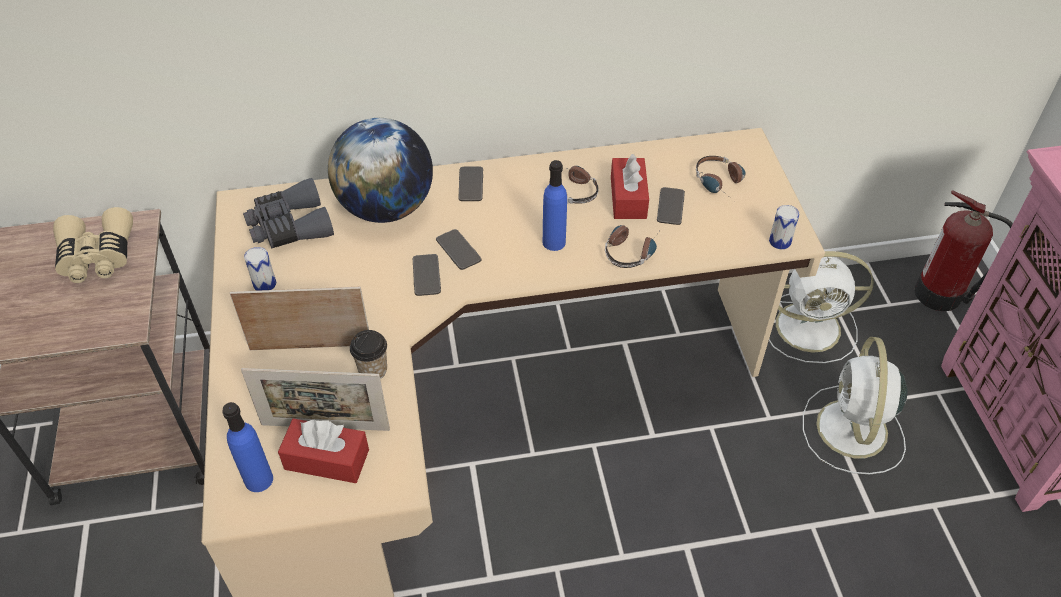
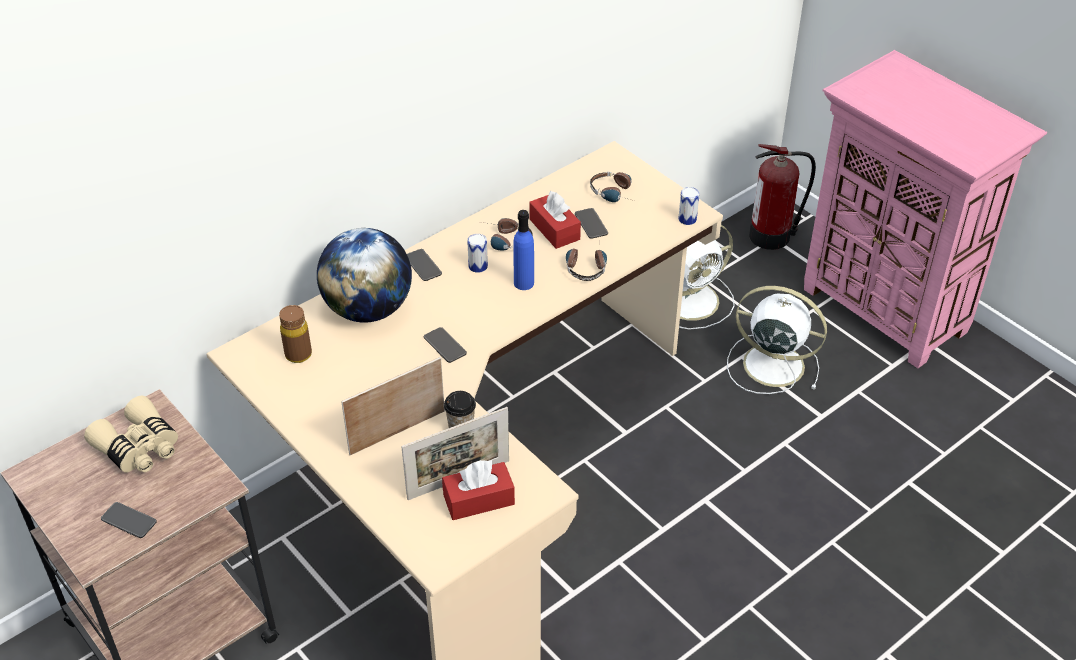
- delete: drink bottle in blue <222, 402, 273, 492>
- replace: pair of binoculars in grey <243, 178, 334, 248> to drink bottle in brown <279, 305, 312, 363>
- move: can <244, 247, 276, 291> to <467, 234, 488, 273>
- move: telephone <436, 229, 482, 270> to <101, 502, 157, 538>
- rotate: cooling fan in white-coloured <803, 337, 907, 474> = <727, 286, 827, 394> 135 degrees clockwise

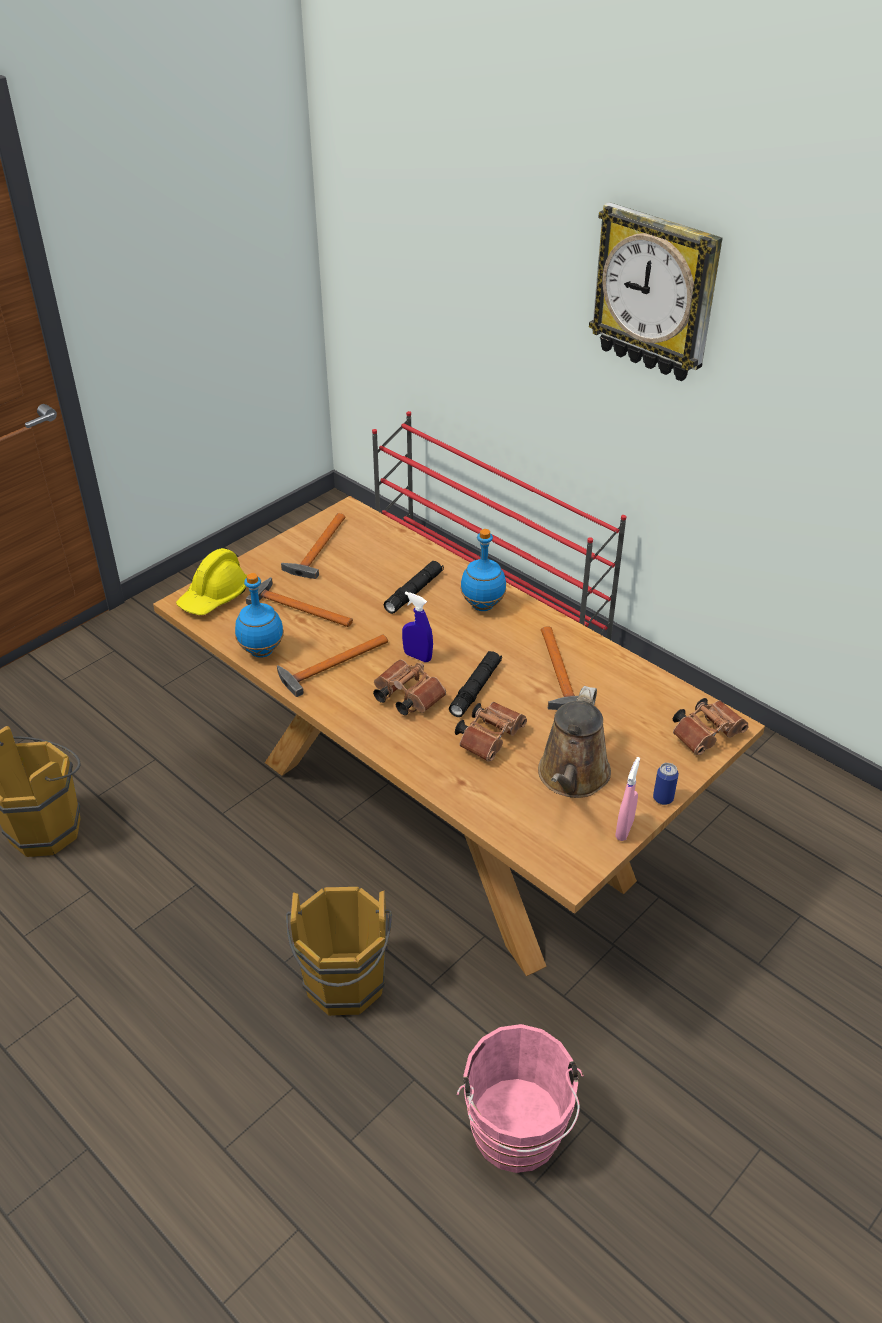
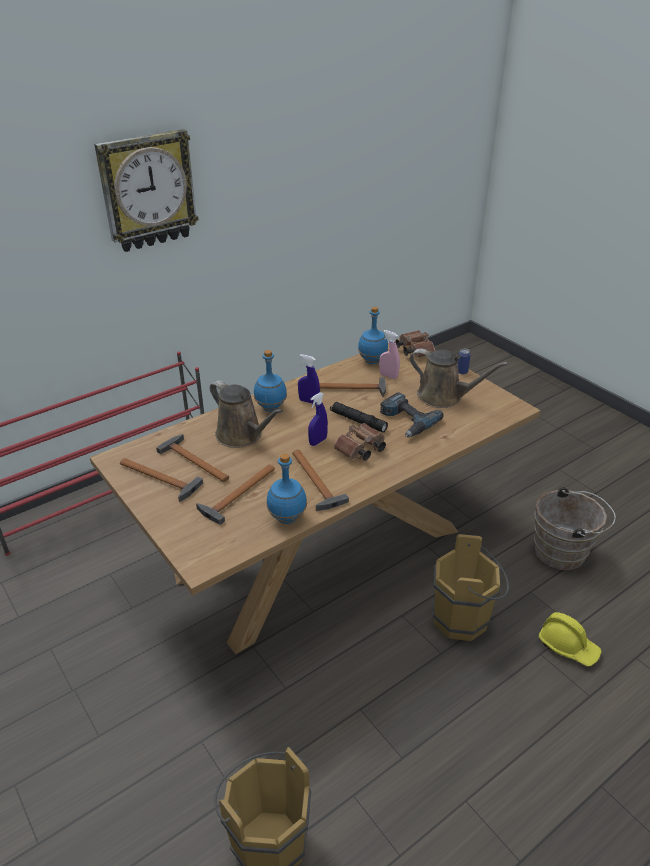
- move: hard hat in yellowish <176, 548, 247, 615> to <539, 612, 602, 666>
- replace: torch in blackish <384, 561, 444, 614> to watering can in brown <210, 380, 283, 448>
- replace: pair of binoculars in brown <455, 702, 527, 762> to drill <380, 392, 444, 437>
- recolor: water bucket in pink-coloured <457, 1024, 584, 1173> to water bucket in brown <534, 487, 616, 570>
- move: spray bottle in pink-coloured <615, 757, 640, 841> to <379, 330, 400, 379>
- insert: hammer <156, 434, 229, 482>
- insert: spray bottle in blue <298, 354, 320, 404>
- insert: drink bottle in blue <358, 307, 388, 364>

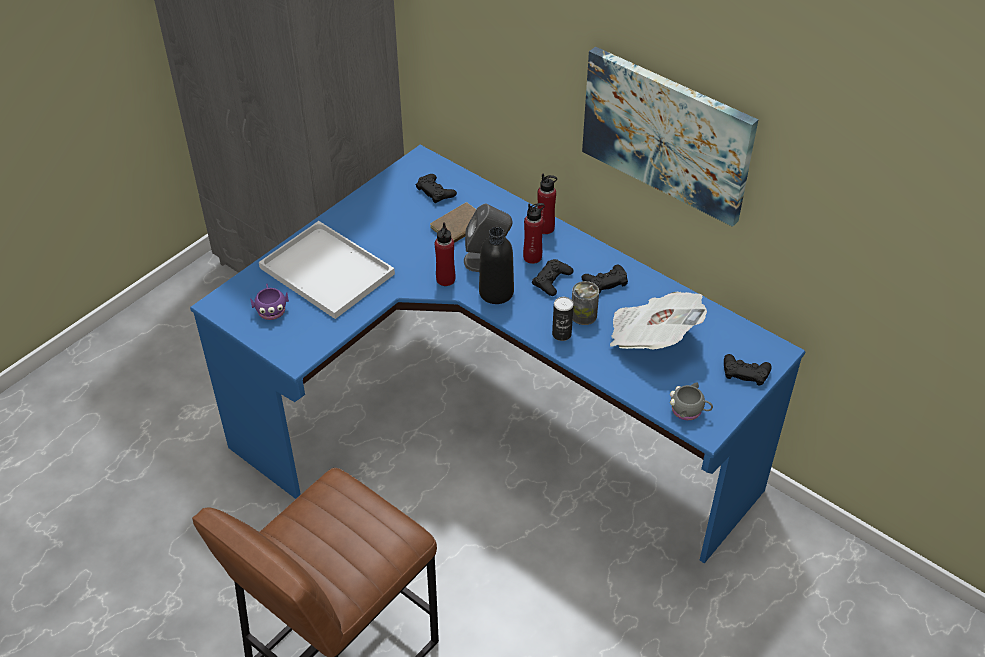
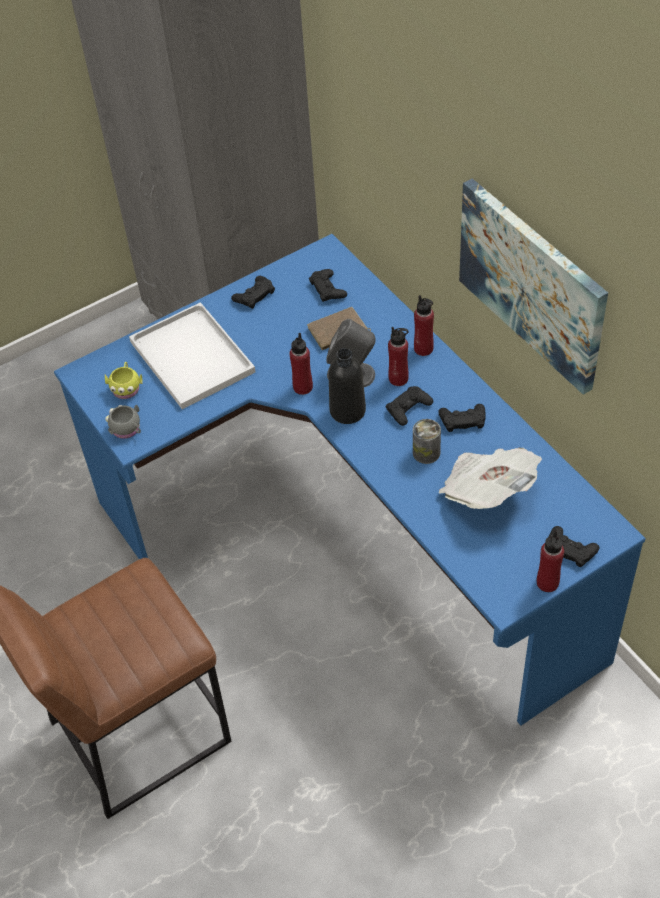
- recolor: mug in purple <250, 284, 289, 320> to mug in yellowish <105, 362, 143, 399>
- delete: can <552, 297, 574, 341>
- move: mug in grey <670, 382, 713, 420> to <105, 405, 141, 439>
- insert: gamepad in blackish <231, 276, 275, 309>
- insert: drink bottle in red <537, 530, 564, 592>

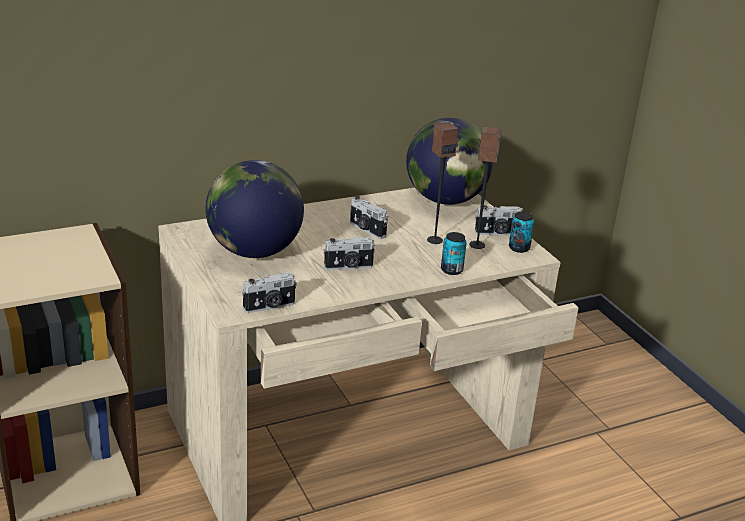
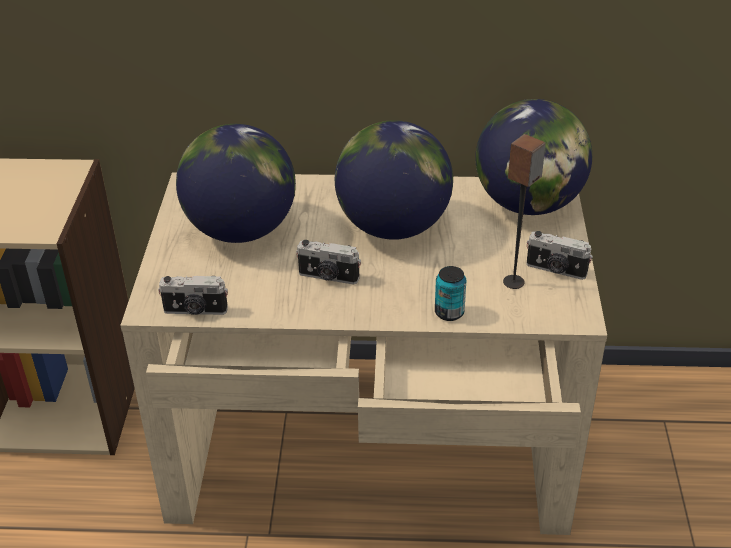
- replace: still camera <350, 196, 388, 239> to desk globe <335, 120, 453, 240>
- delete: speaker <427, 122, 458, 244>
- delete: can <509, 212, 534, 253>

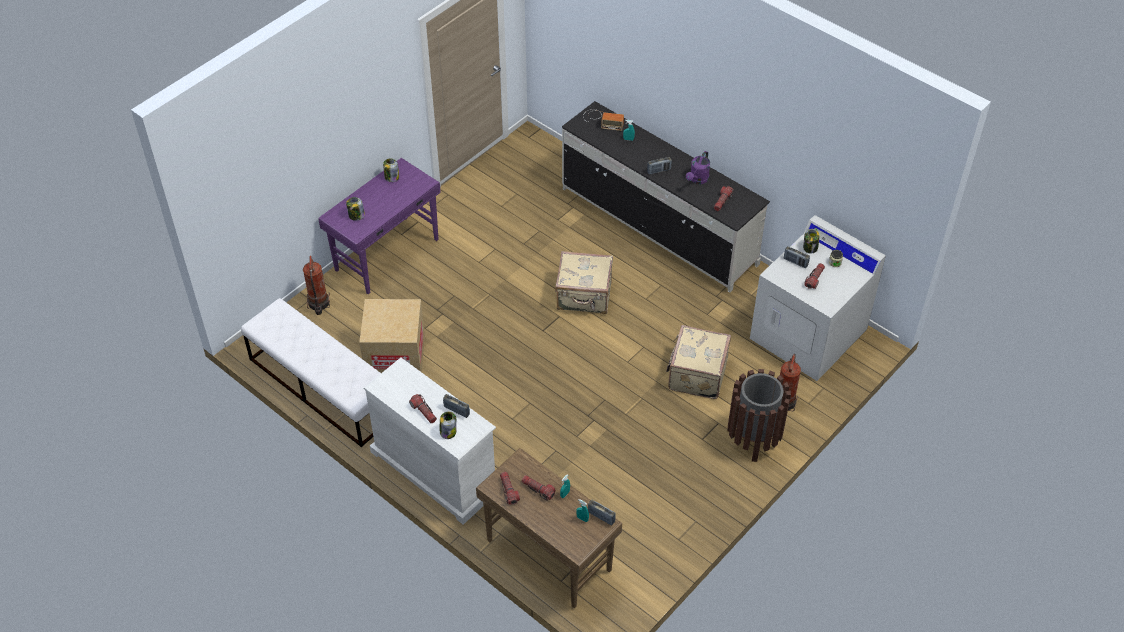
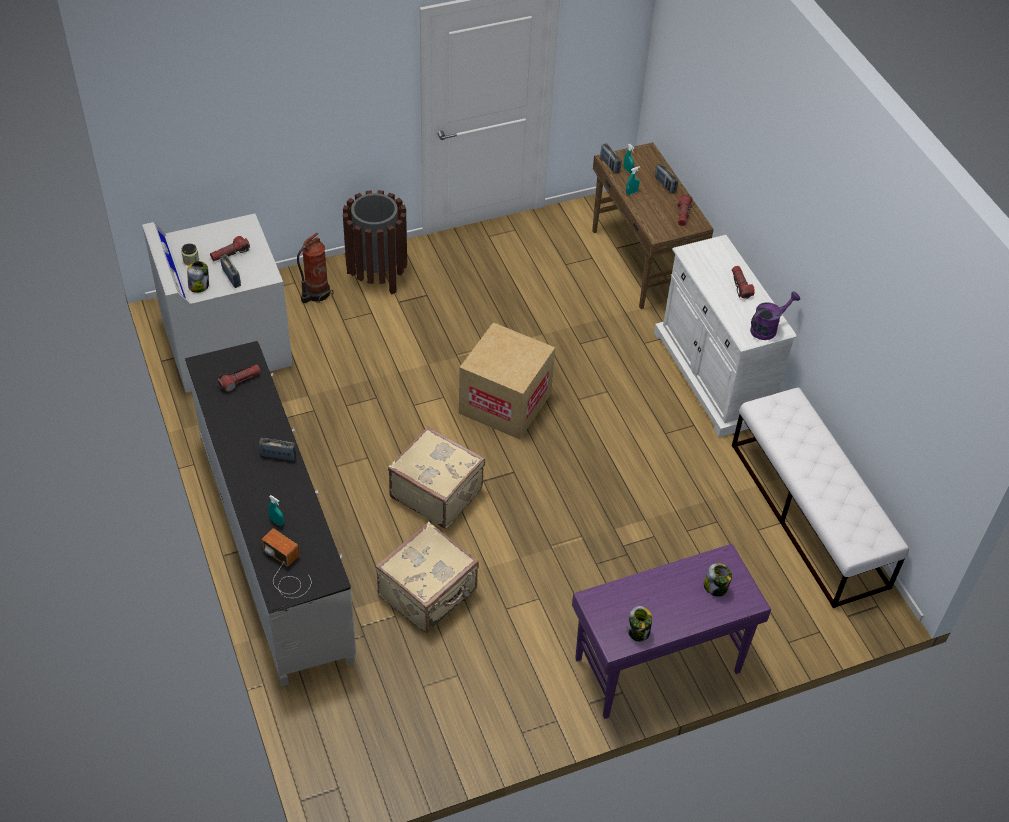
- delete: extinguisher <303, 256, 330, 315>
- move: packing box <359, 299, 425, 373> to <459, 322, 555, 440>
- delete: jar <440, 412, 457, 439>
- move: radio <443, 394, 470, 418> to <655, 163, 678, 194>
- delete: torch <522, 475, 556, 500>
- move: piece of luggage in sand-coloured <666, 325, 731, 399> to <375, 522, 479, 633>
- move: watering can in purple <686, 151, 710, 184> to <750, 291, 800, 340>

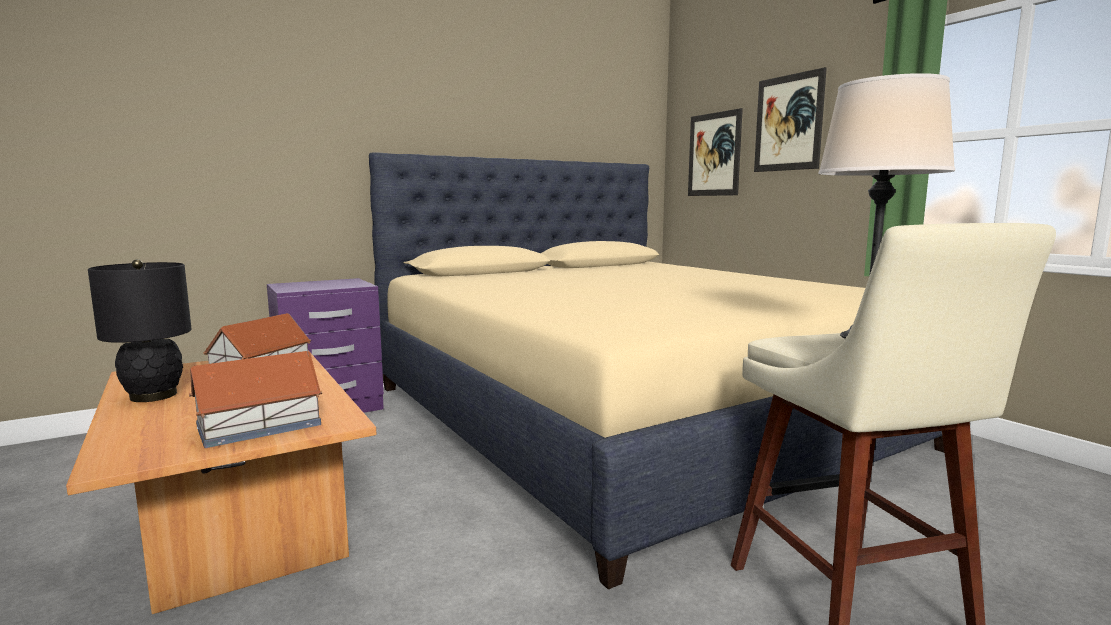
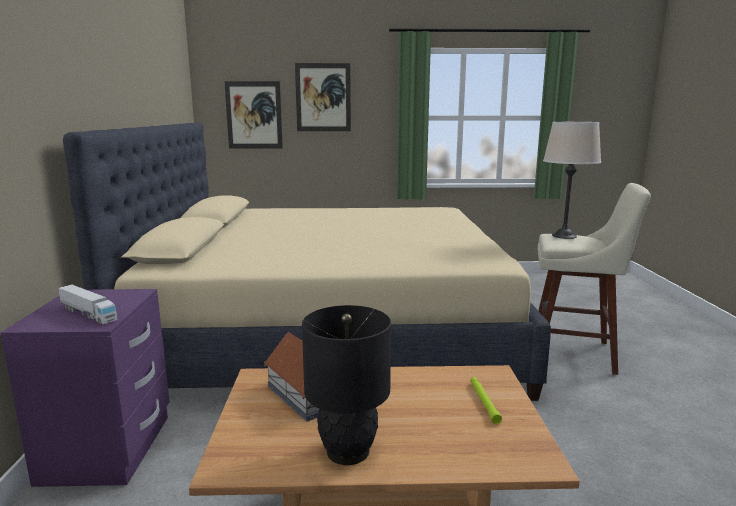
- replace: miniature house <189, 351, 322, 448> to torch in greenish <471, 377, 502, 424>
- insert: toy lorry <58, 285, 118, 324>

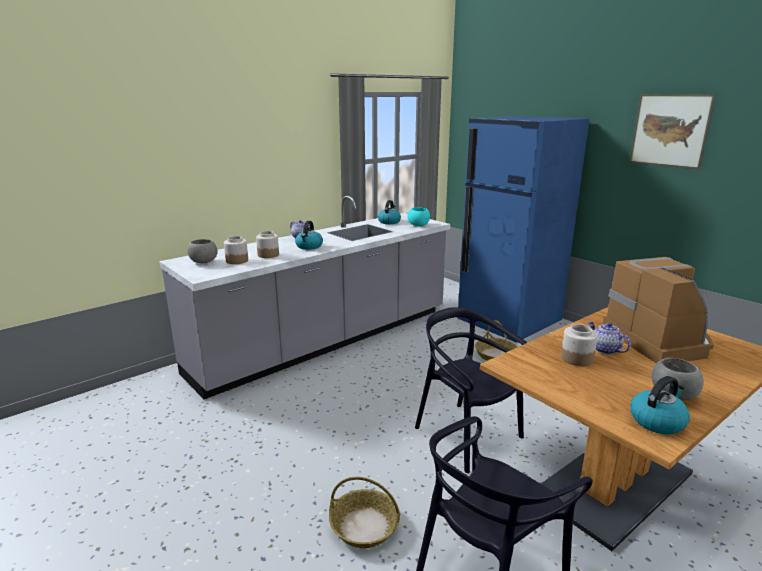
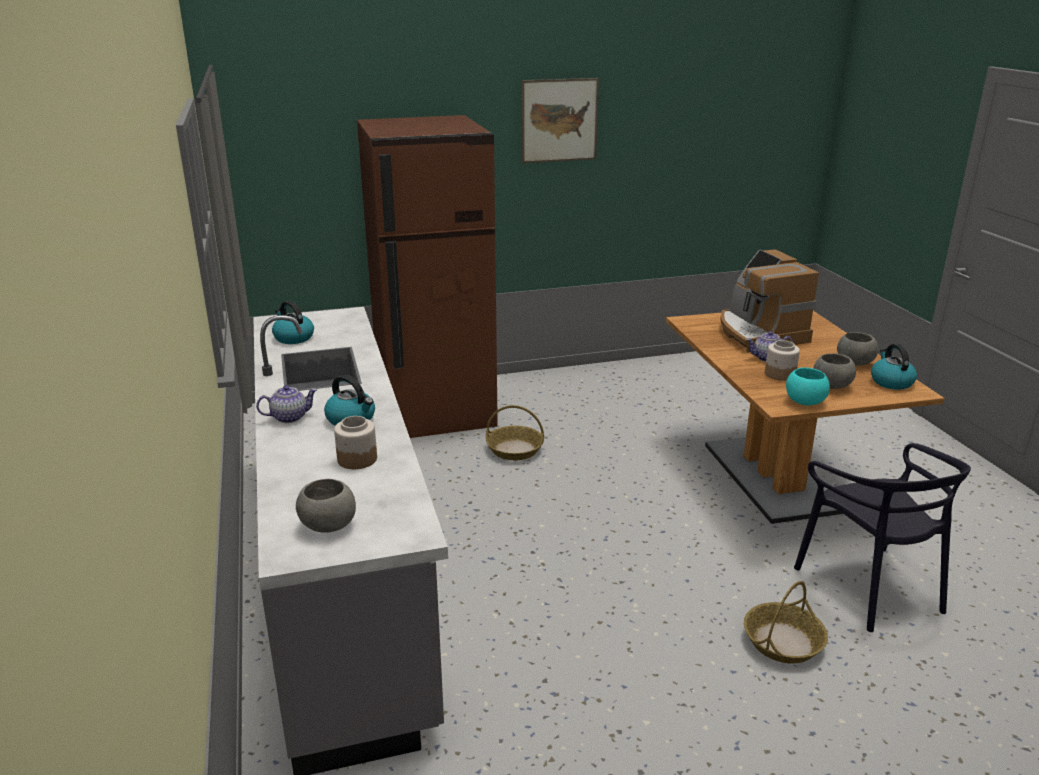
- delete: jar <224, 236, 248, 264>
- move: deep dish in turquoise-coloured <407, 208, 430, 226> to <786, 368, 830, 405>
- delete: chair in blackish <415, 307, 528, 473>
- recolor: refrigerator in blue <458, 116, 589, 343> to refrigerator in brown <357, 115, 498, 438>
- rotate: coffee brewer <602, 257, 714, 363> = <720, 249, 819, 352> 120 degrees counterclockwise
- insert: deep dish in grey <813, 353, 856, 389>

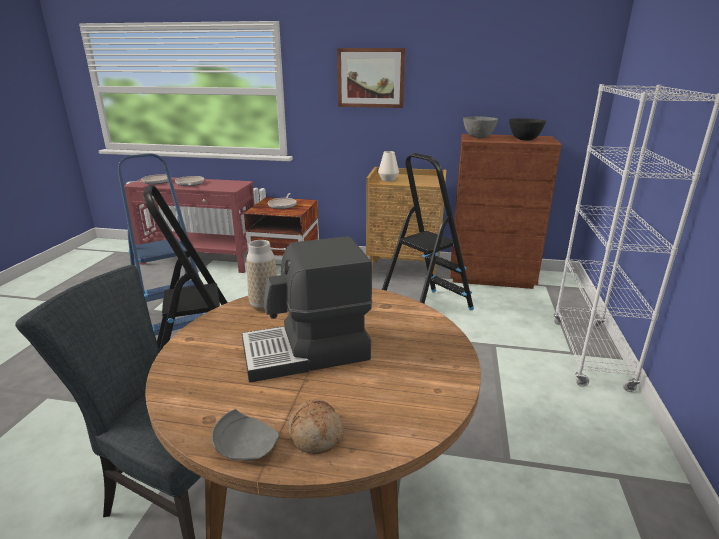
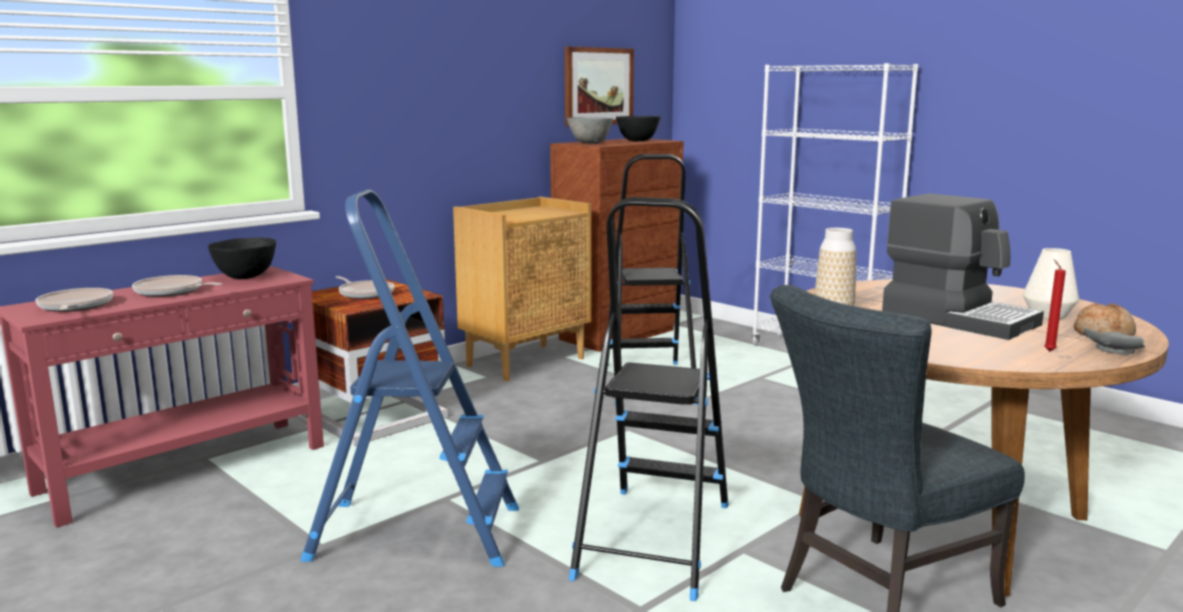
- rotate: coffee brewer <242, 236, 372, 383> = <882, 193, 1044, 340> 60 degrees counterclockwise
- move: wall picture <337, 48, 405, 108> to <565, 46, 634, 126>
- move: flower vase in white-coloured <378, 151, 399, 181> to <1023, 248, 1079, 319>
- insert: deep dish in blackish <208, 237, 276, 279>
- insert: wax light in red <1044, 259, 1066, 351>

